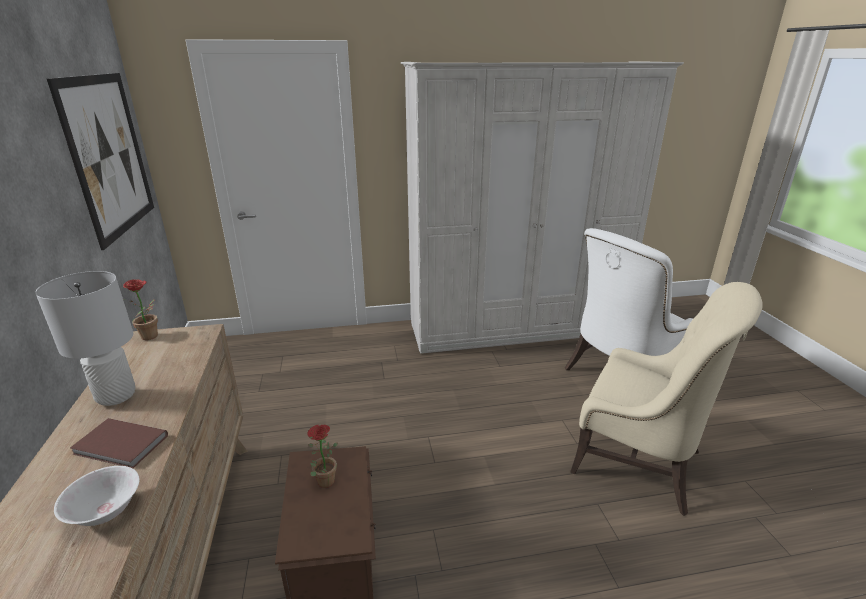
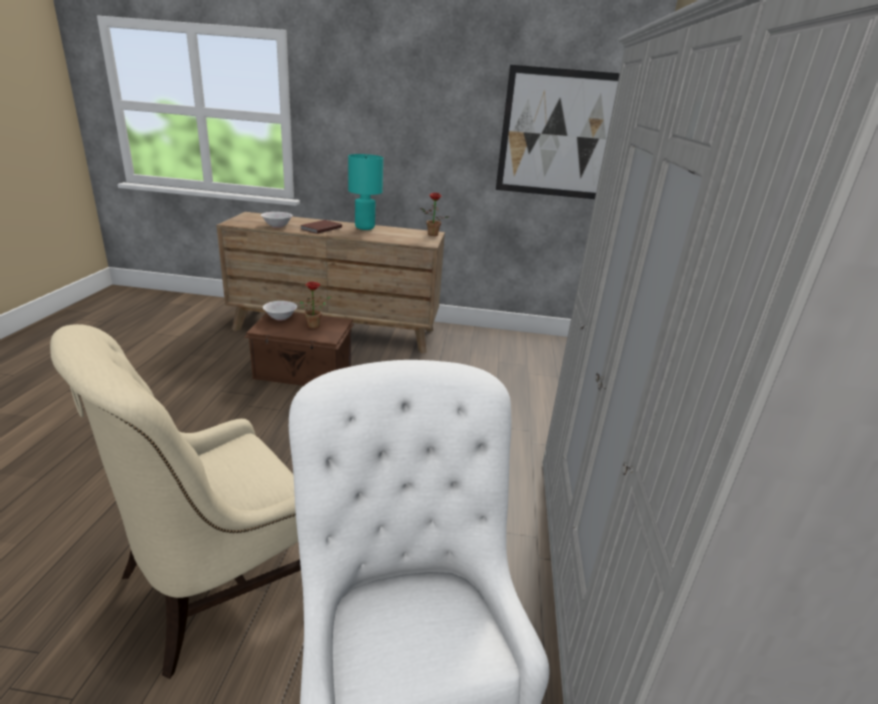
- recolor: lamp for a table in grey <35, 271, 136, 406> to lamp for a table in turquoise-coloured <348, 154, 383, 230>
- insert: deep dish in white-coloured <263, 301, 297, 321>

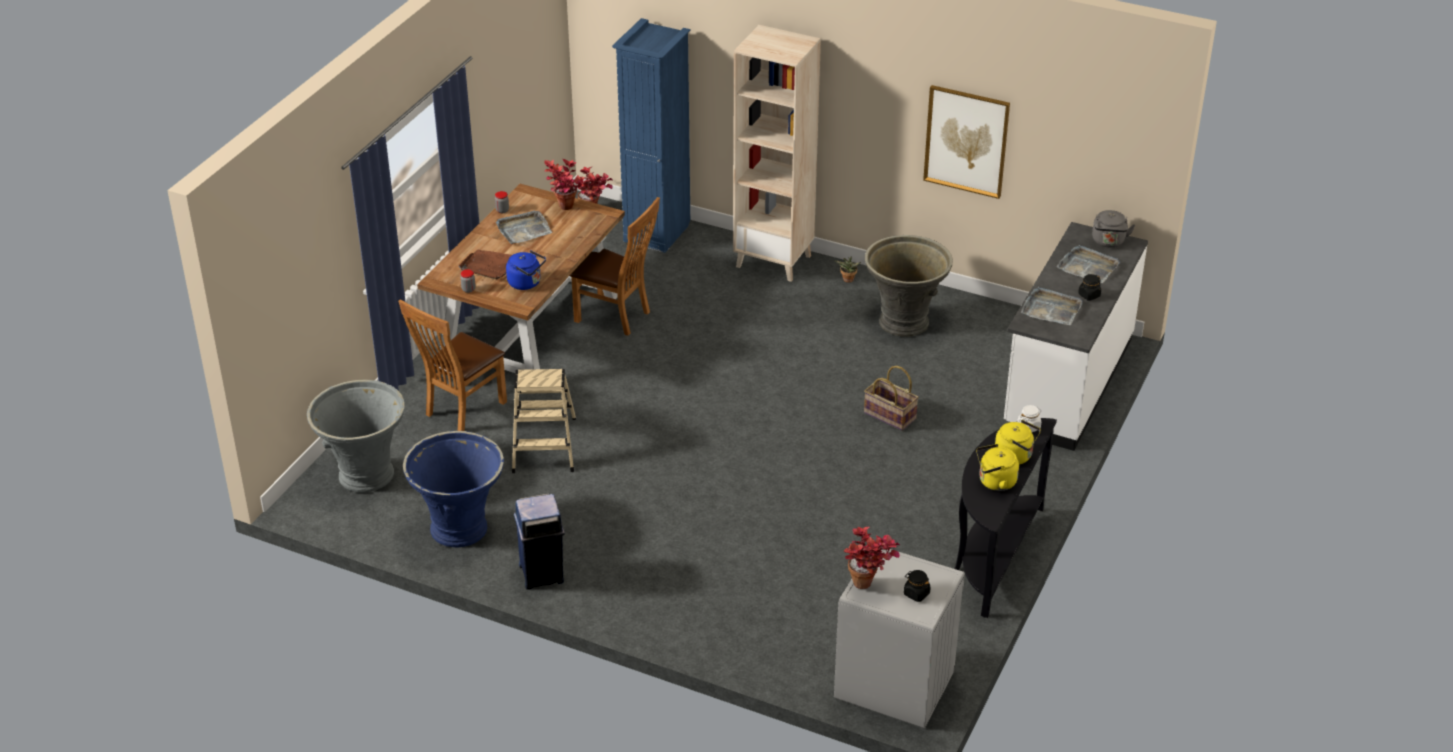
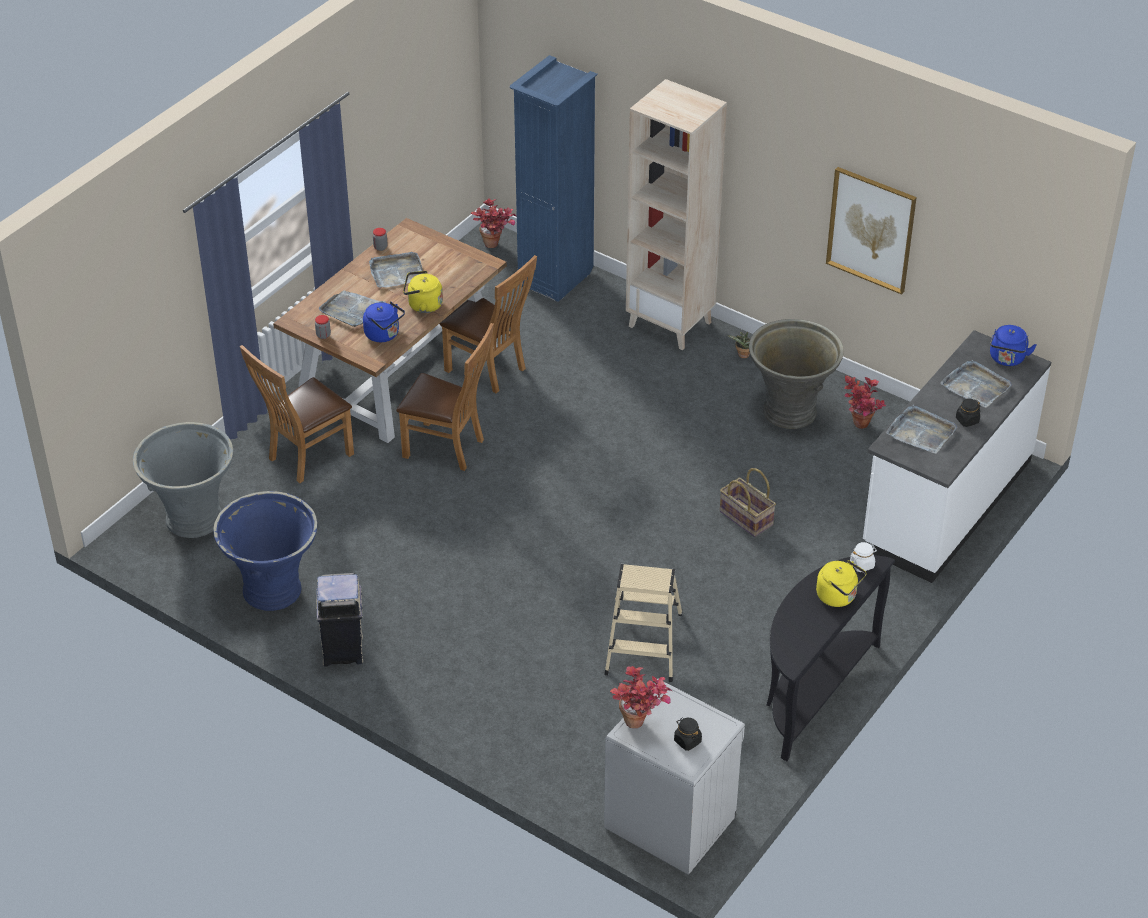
- recolor: tray in brown <458, 250, 512, 279> to tray in grey <319, 290, 385, 327>
- move: stepladder in sand-coloured <512, 368, 576, 473> to <604, 564, 683, 682>
- recolor: rubbish bin in blue <514, 493, 565, 590> to rubbish bin in sand-coloured <316, 573, 363, 666>
- move: houseplant <544, 159, 584, 210> to <845, 376, 886, 429>
- move: tea kettle in yellowish <976, 444, 1019, 491> to <403, 271, 443, 313>
- recolor: tea kettle in grey <1092, 210, 1135, 247> to tea kettle in blue <990, 325, 1037, 366>
- insert: chair in brown <396, 323, 494, 471>

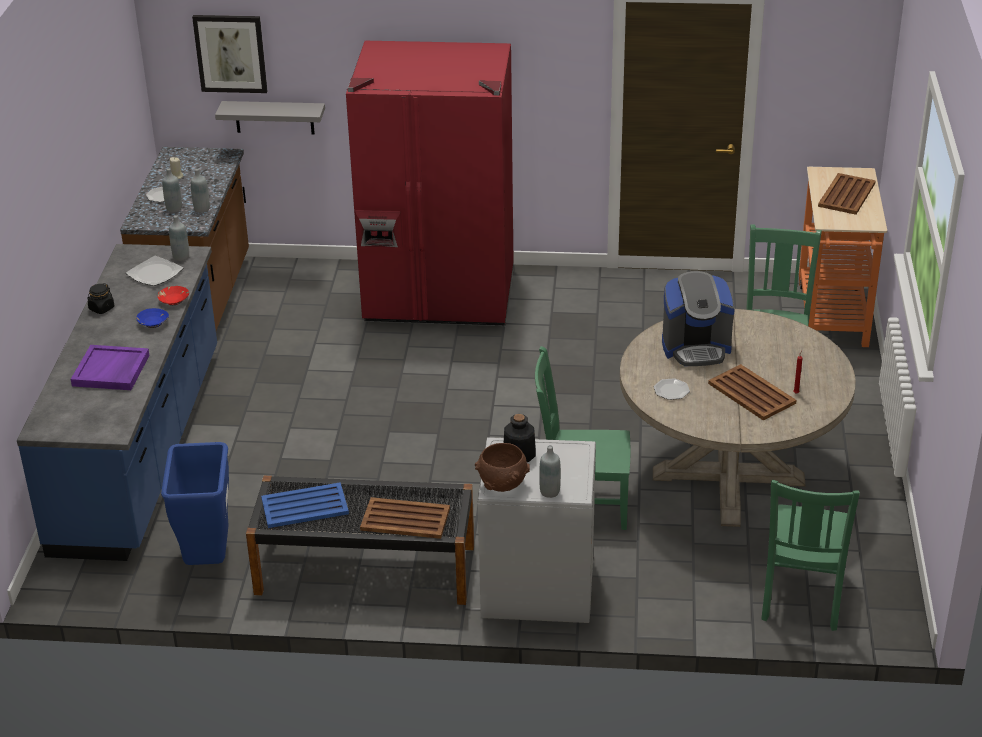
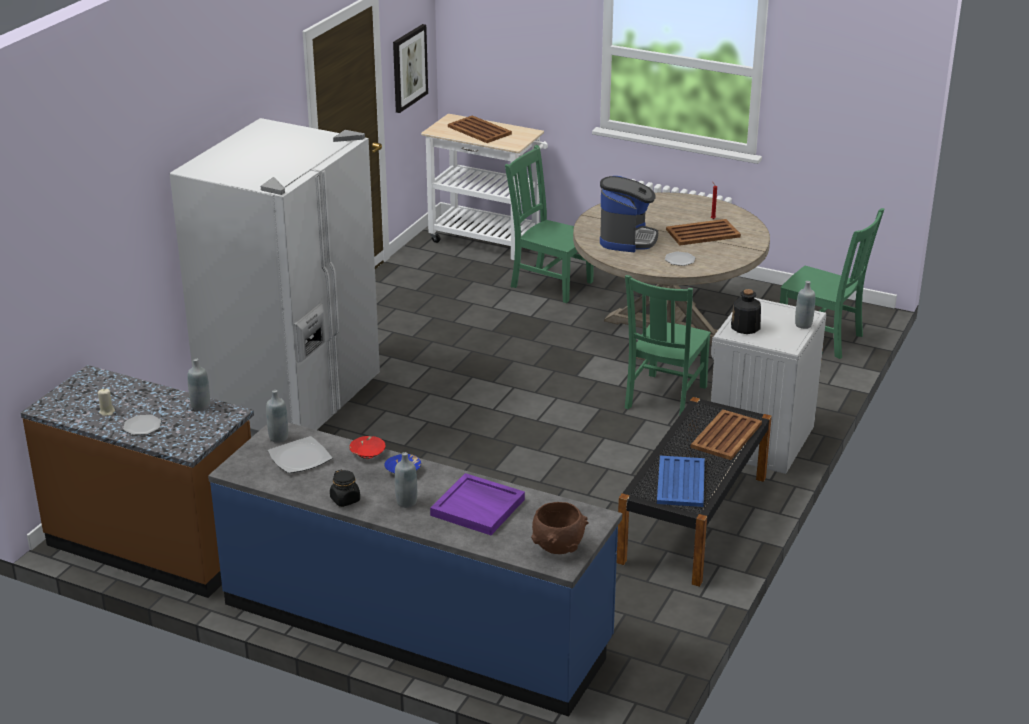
- delete: rubbish bin in blue <161, 442, 229, 565>
- move: drink bottle in grey <162, 168, 182, 213> to <395, 452, 417, 508>
- move: wall picture <192, 15, 267, 93> to <393, 24, 428, 113>
- delete: bracket shelf in grey <215, 101, 325, 135>
- recolor: refrigerator in red <346, 41, 514, 326> to refrigerator in white-coloured <170, 118, 380, 437>
- move: deep dish in brown <475, 443, 530, 492> to <531, 502, 588, 554>
- recolor: cart in orange <799, 167, 887, 347> to cart in white-coloured <421, 114, 548, 260>

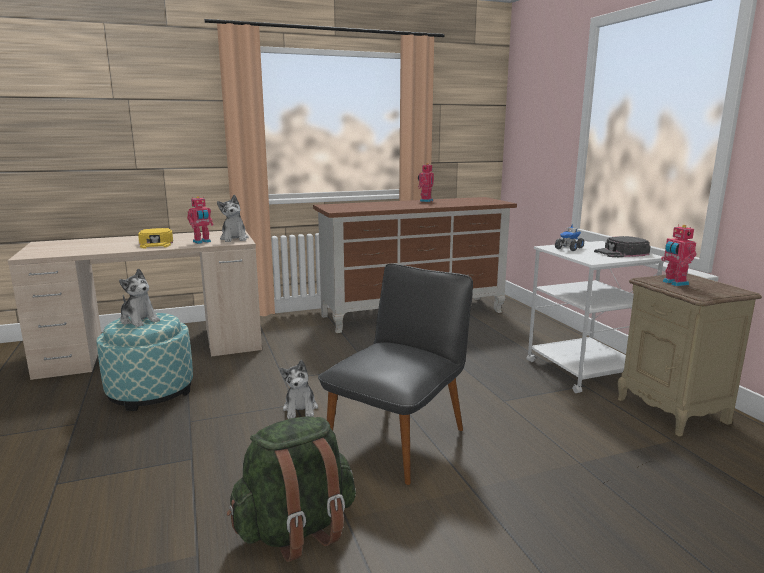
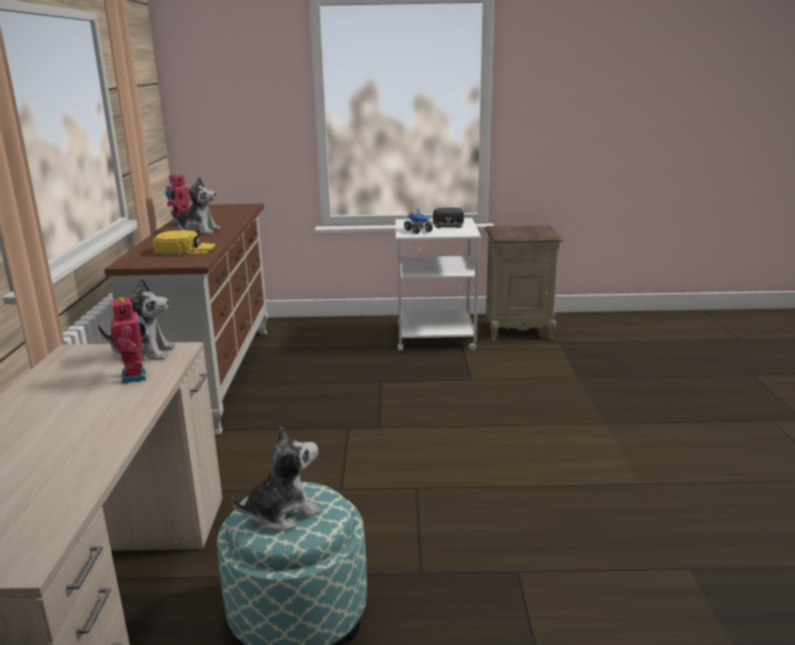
- move: peaked cap in yellowish <138, 228, 173, 249> to <153, 230, 215, 256>
- delete: backpack in greenish <227, 416, 356, 562>
- move: soft toy <280, 360, 318, 419> to <171, 177, 221, 234>
- delete: chair in blackish <318, 264, 473, 485>
- delete: toy robot <661, 224, 697, 286>

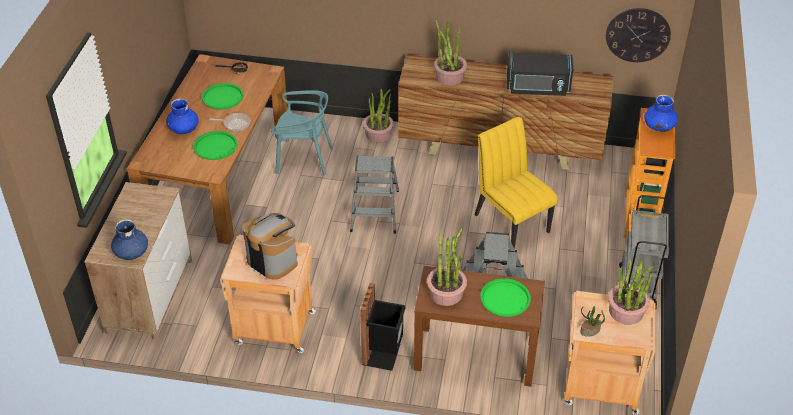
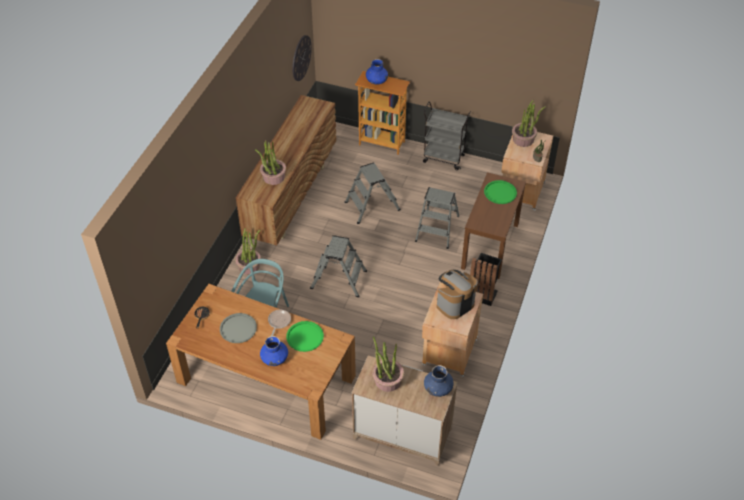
- recolor: tray in greenish <202, 83, 243, 110> to tray in grey <220, 313, 257, 343>
- move: houseplant <427, 228, 467, 306> to <373, 336, 404, 392>
- replace: chair in yellowish <475, 117, 558, 249> to stepladder in grey <344, 163, 401, 224>
- delete: microwave oven in blackish <507, 52, 573, 96>

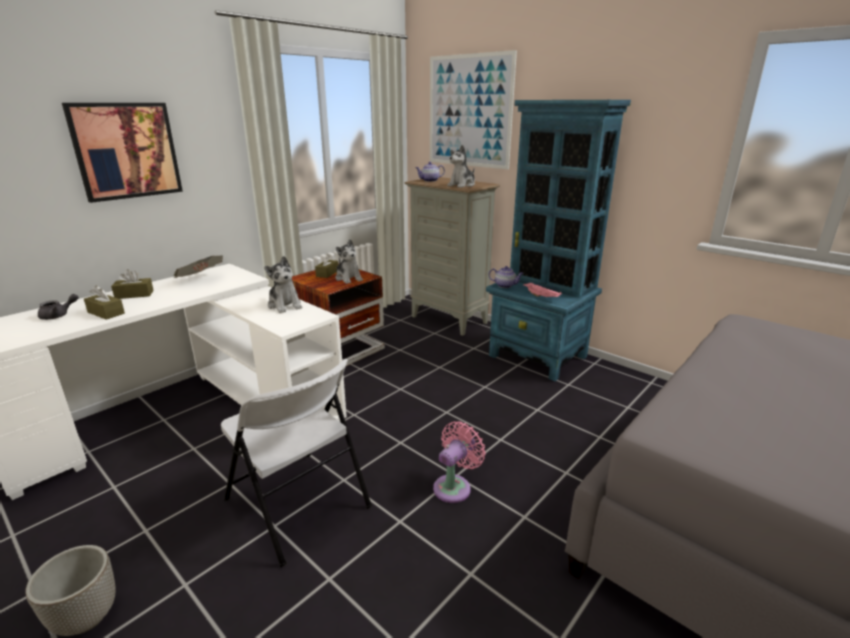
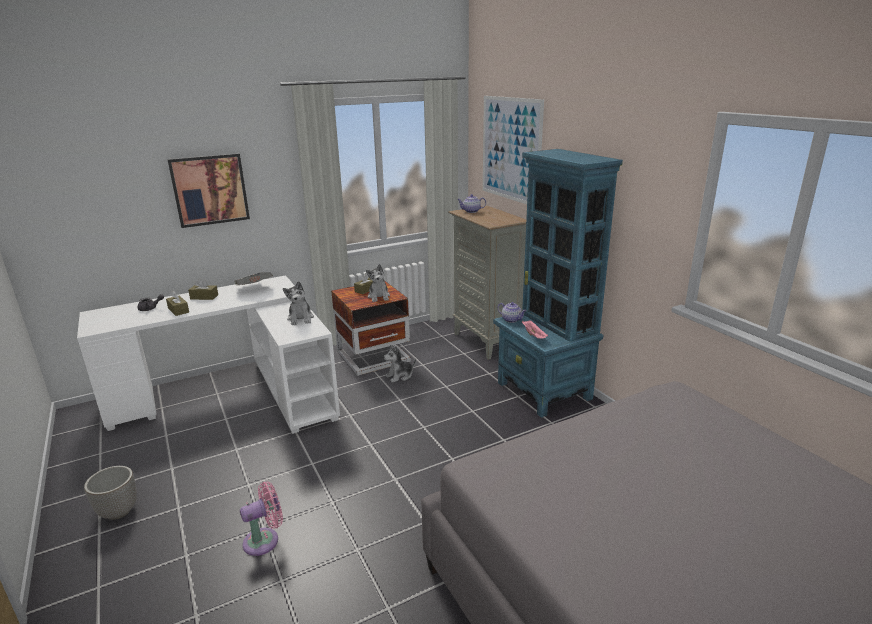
- delete: chair in white-coloured <221, 359, 372, 568>
- move: cooling fan in pink-coloured <433, 421, 486, 503> to <240, 482, 283, 556>
- move: soft toy <447, 145, 475, 188> to <383, 345, 416, 383>

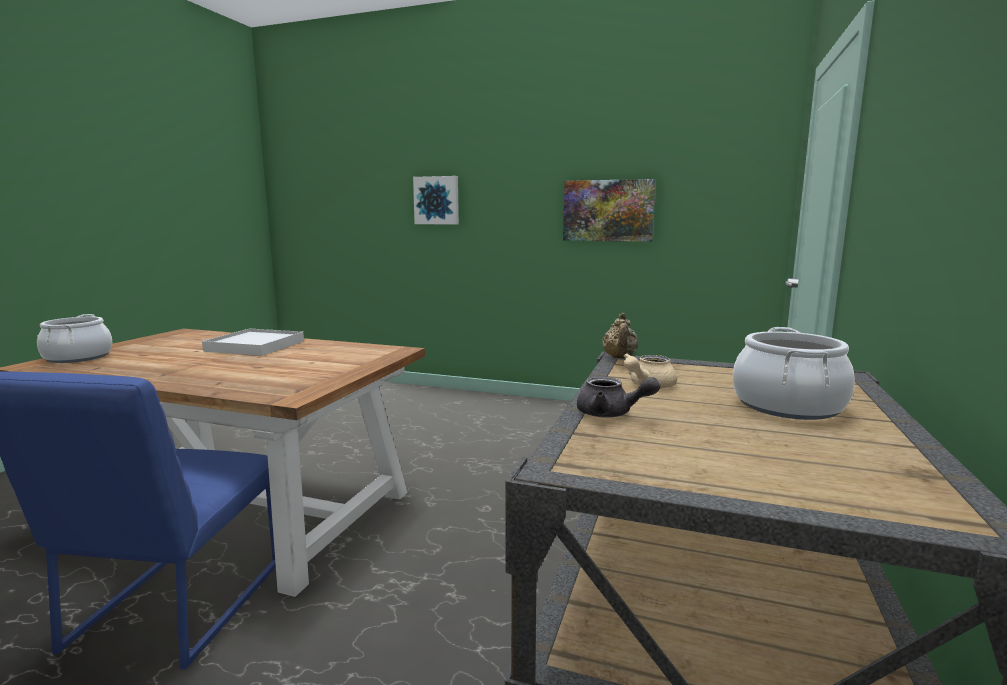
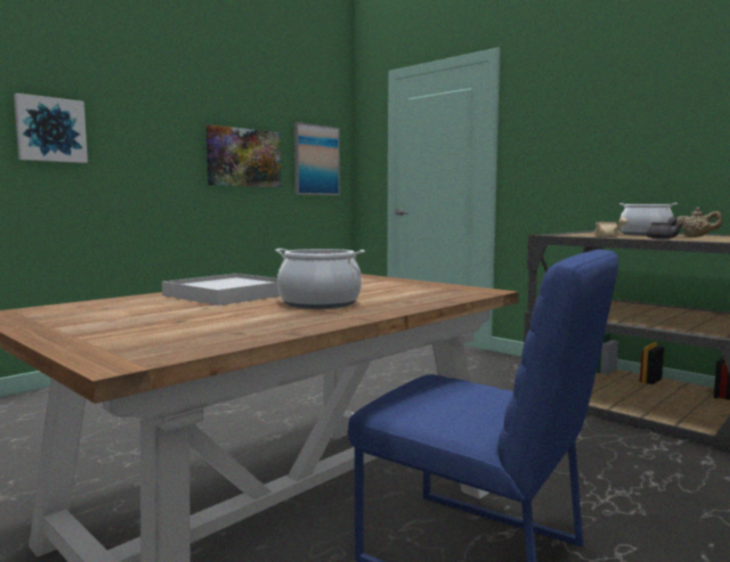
- move: stockpot <37, 314, 112, 363> to <275, 248, 365, 309>
- move: teapot in sand-coloured <602, 313, 639, 359> to <675, 207, 722, 237>
- insert: wall picture <294, 122, 340, 195>

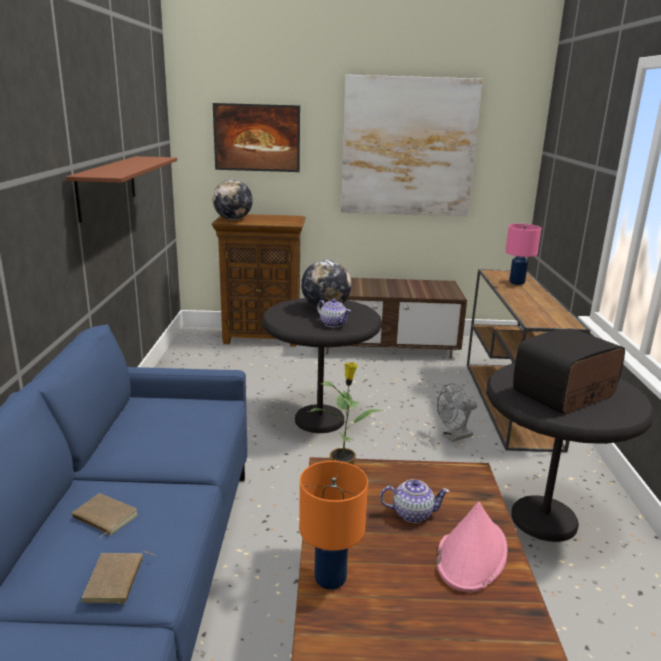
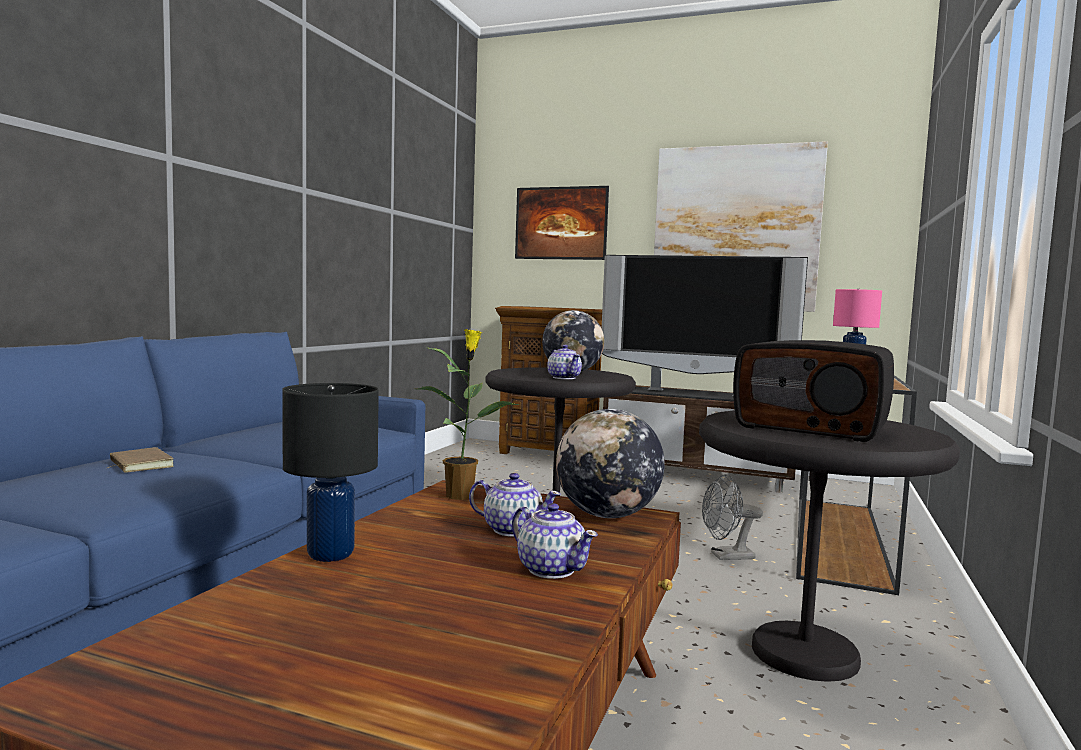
- delete: bracket shelf in brown <66, 156, 177, 223>
- delete: bound book in brown <82, 551, 155, 604>
- move: desk globe <213, 179, 253, 220> to <556, 409, 665, 518>
- recolor: lamp for a table in orange <299, 461, 368, 590> to lamp for a table in blackish <282, 383, 379, 562>
- replace: clothing hat in pink-coloured <437, 502, 508, 592> to teapot <512, 503, 598, 579>
- rotate: radio <513, 328, 625, 415> = <733, 340, 894, 442> 135 degrees counterclockwise
- insert: TV set <602, 255, 808, 402>

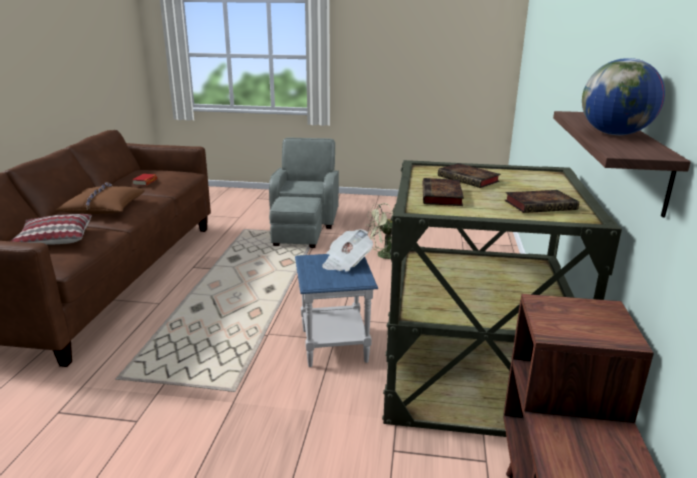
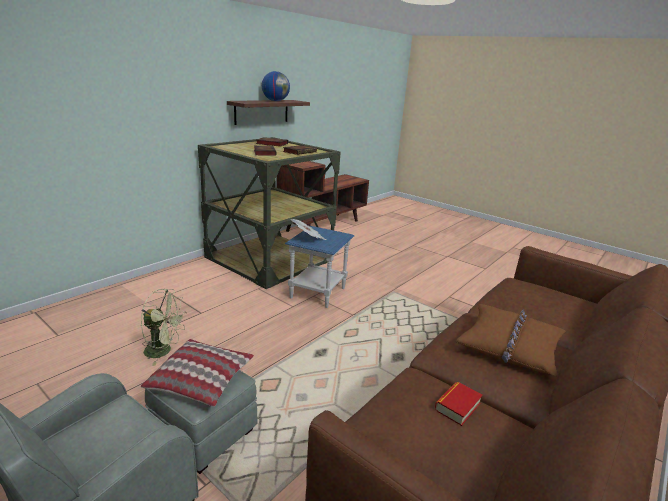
- move: pillow <11, 214, 92, 244> to <141, 339, 254, 407>

